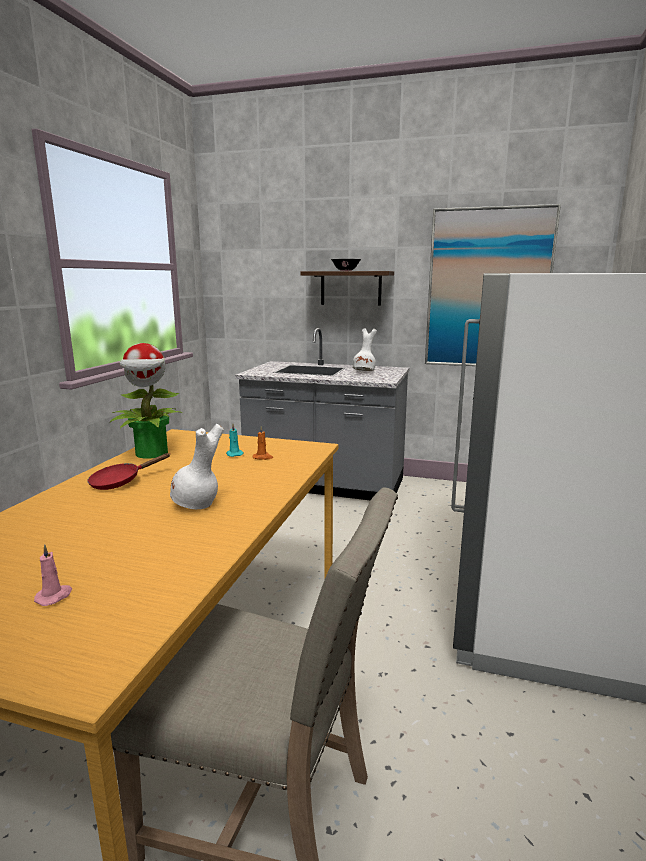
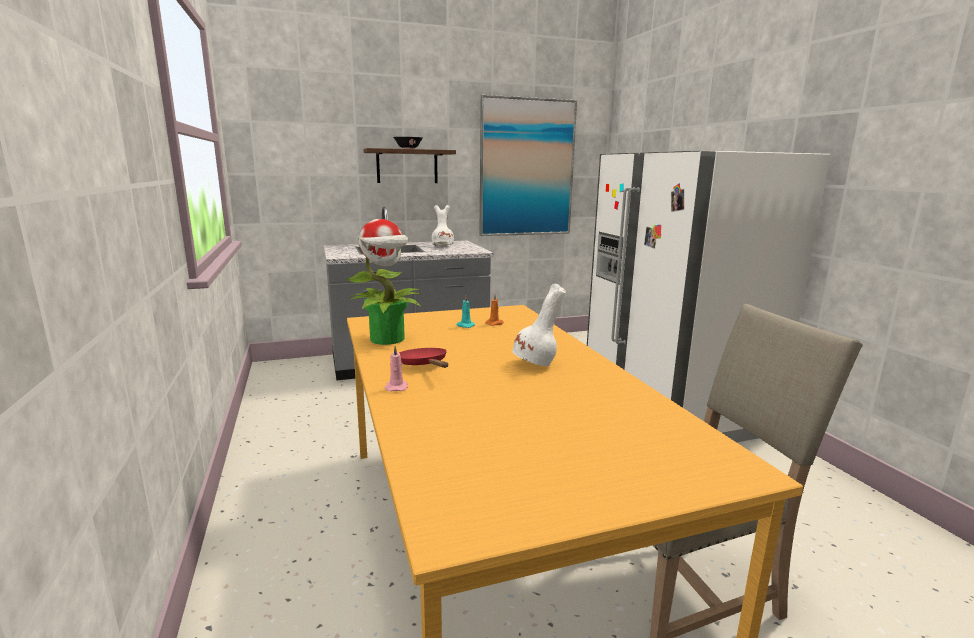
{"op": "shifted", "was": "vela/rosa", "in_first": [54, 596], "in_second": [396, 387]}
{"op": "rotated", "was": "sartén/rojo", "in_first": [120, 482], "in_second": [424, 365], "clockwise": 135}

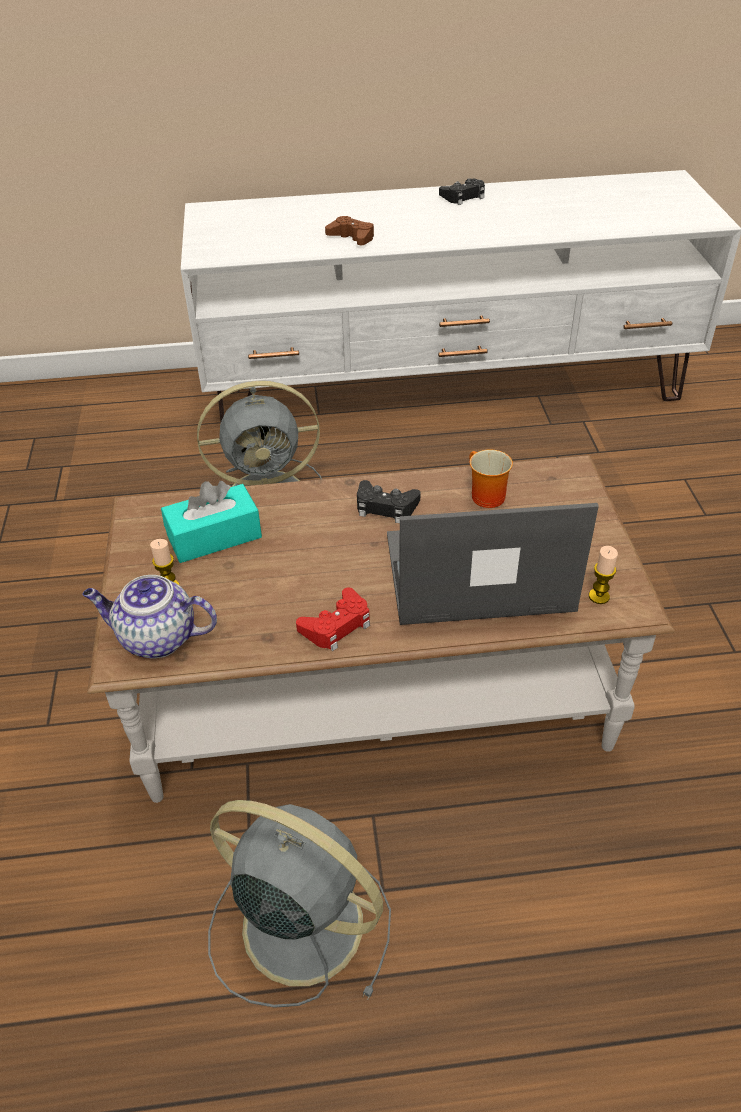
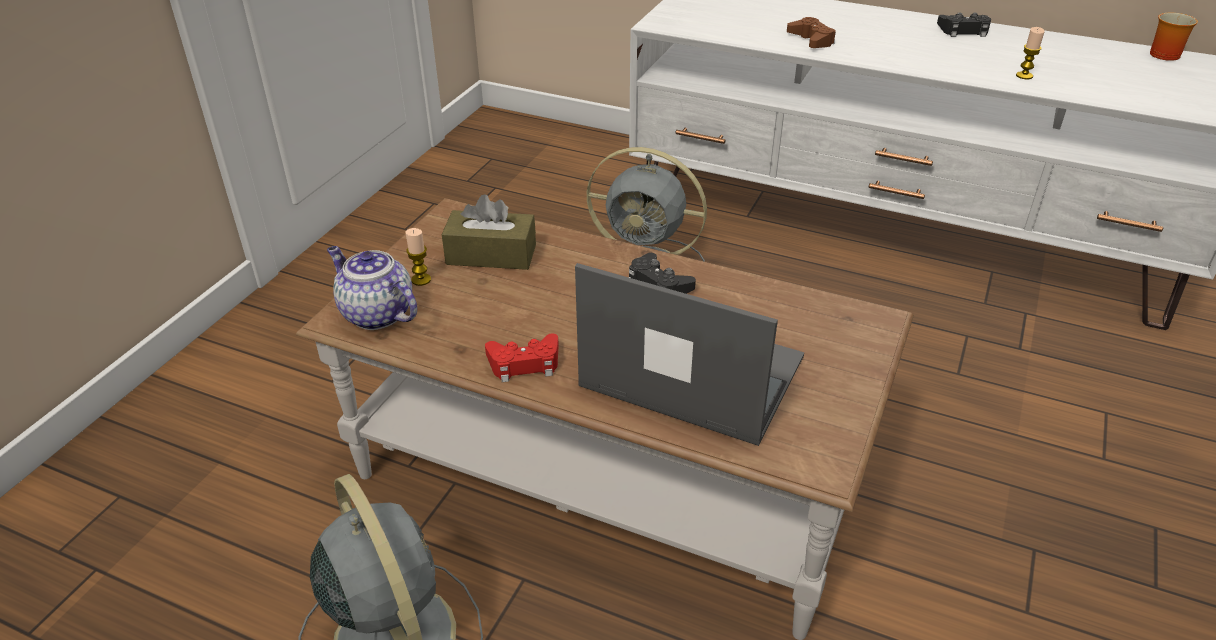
{"op": "shifted", "was": "taza grande", "in_first": [483, 496], "in_second": [1160, 53]}
{"op": "shifted", "was": "vela", "in_first": [599, 596], "in_second": [1024, 76]}
{"op": "repainted", "was": "caja de pañuelos/turquesa", "now": "caja de pañuelos/marrón", "in_first": [214, 536], "in_second": [491, 255]}

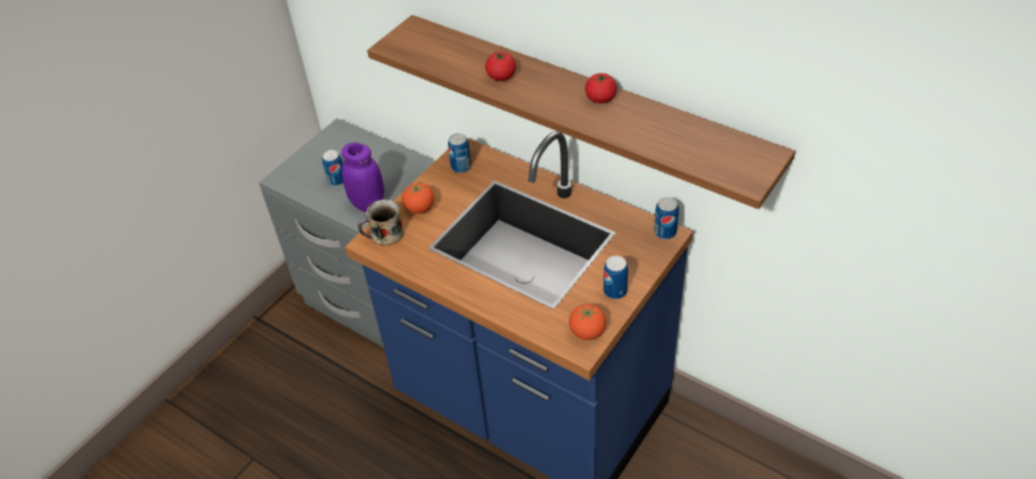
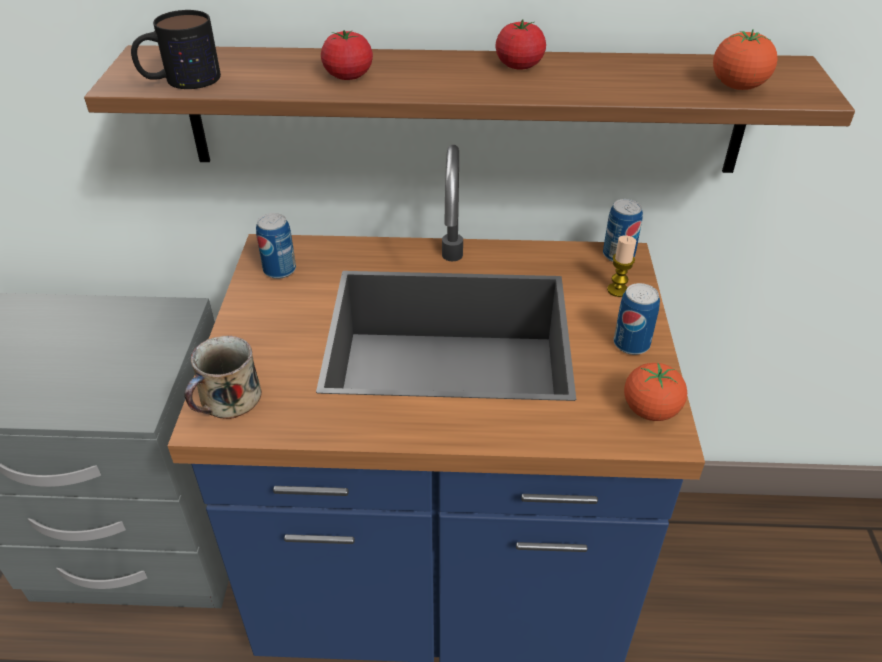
{"op": "gone", "was": "lata", "in_first": [337, 180]}
{"op": "gone", "was": "tarro/morado", "in_first": [368, 204]}
{"op": "new", "now": "taza grande", "in_second": [180, 80]}
{"op": "new", "now": "vela", "in_second": [617, 290]}
{"op": "shifted", "was": "tomate", "in_first": [419, 209], "in_second": [737, 87]}

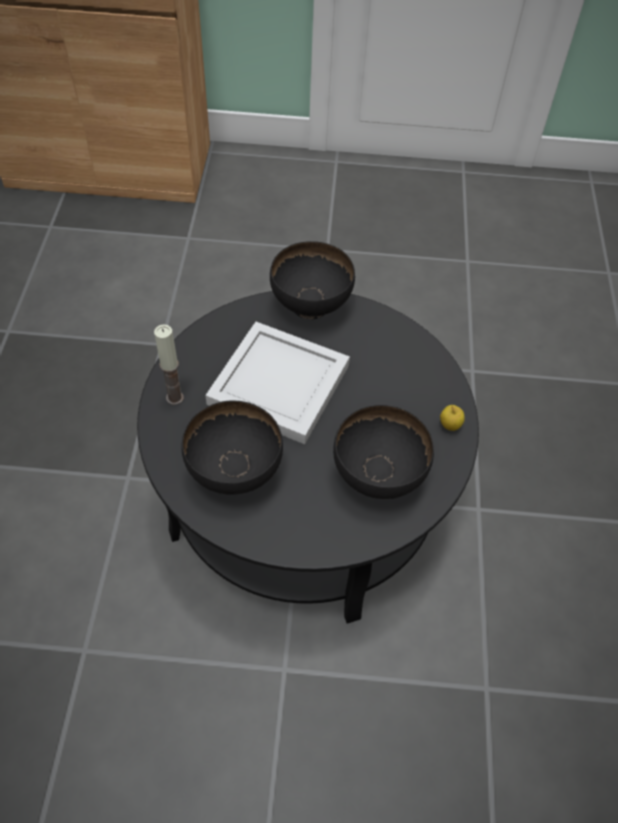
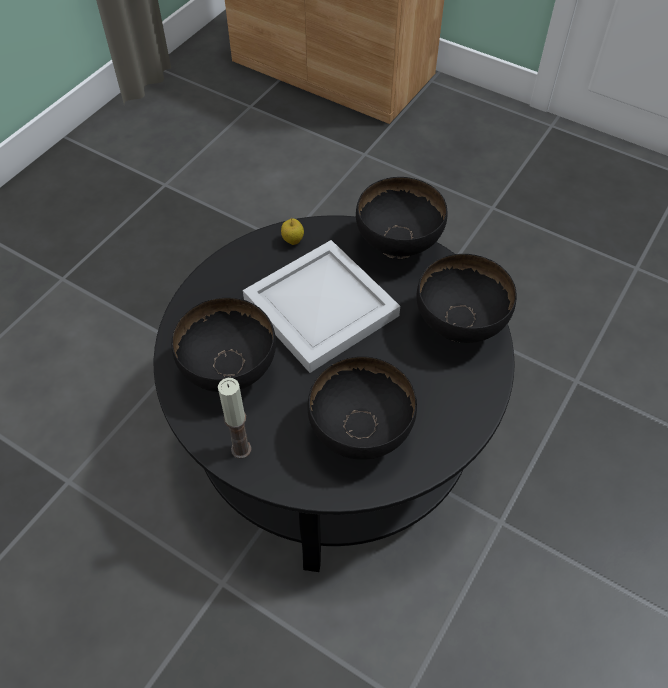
{"op": "new", "now": "cuenco/negro", "in_second": [459, 327]}
{"op": "shifted", "was": "vela", "in_first": [174, 398], "in_second": [241, 449]}
{"op": "shifted", "was": "manzana", "in_first": [449, 426], "in_second": [292, 241]}

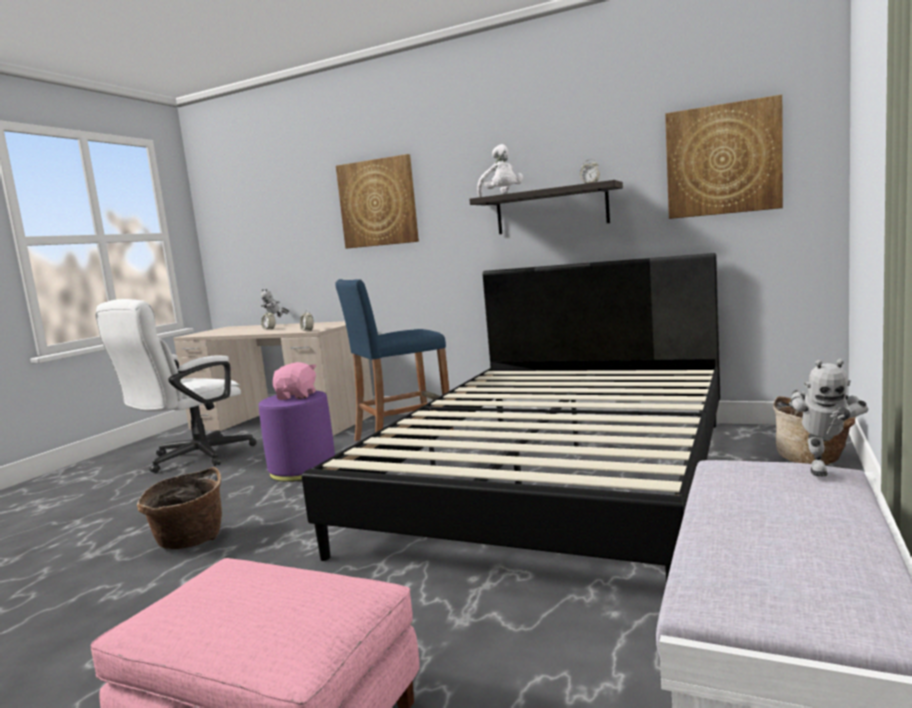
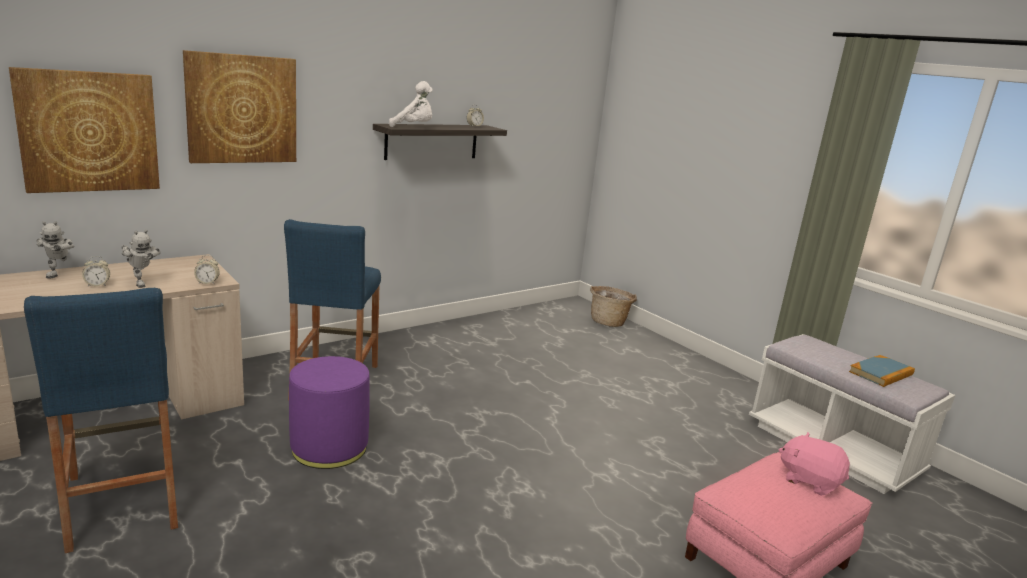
{"op": "gone", "was": "cesta", "in_first": [189, 542]}
{"op": "gone", "was": "cama/negro", "in_first": [557, 479]}
{"op": "new", "now": "libro", "in_second": [881, 373]}
{"op": "shifted", "was": "peluche/rosa", "in_first": [297, 396], "in_second": [810, 480]}
{"op": "shifted", "was": "cuadro", "in_first": [723, 160], "in_second": [89, 131]}
{"op": "shifted", "was": "robot de juguete", "in_first": [822, 467], "in_second": [141, 283]}
{"op": "swapped", "was": "silla de oficina/blanco", "now": "taburete/azul", "in_first": [191, 459], "in_second": [122, 501]}

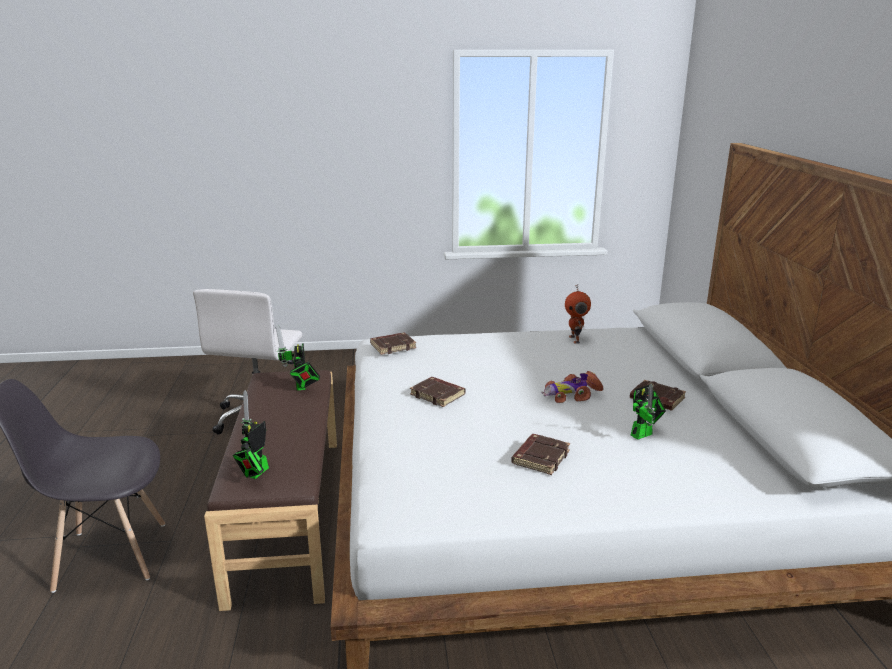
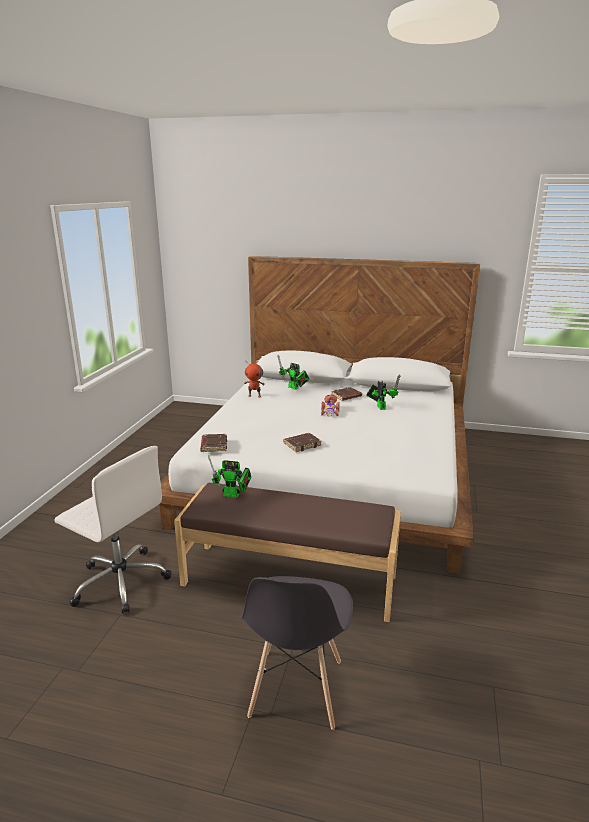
{"op": "gone", "was": "libro/marrón", "in_first": [540, 457]}
{"op": "shifted", "was": "robot de juguete", "in_first": [255, 474], "in_second": [294, 388]}

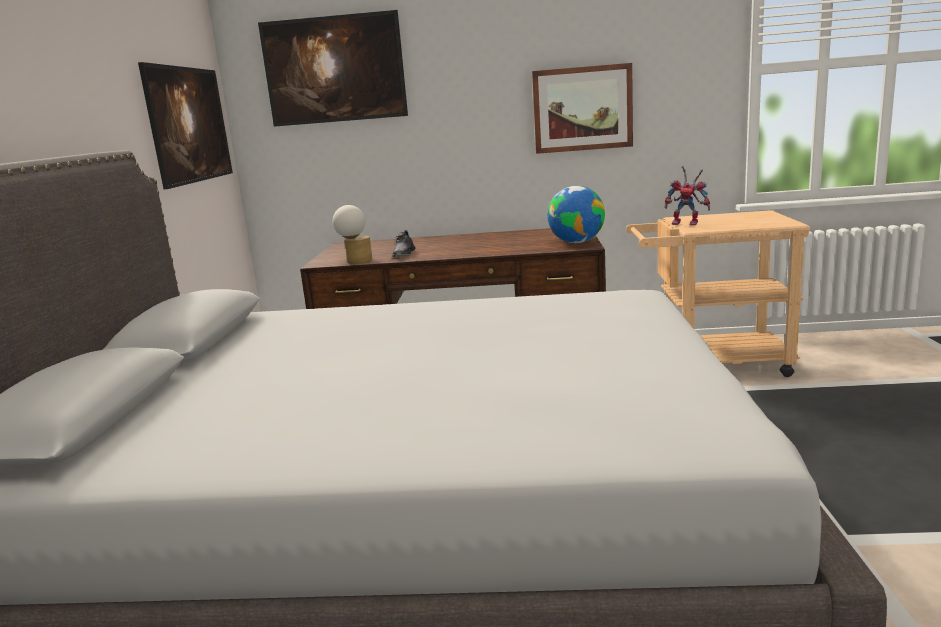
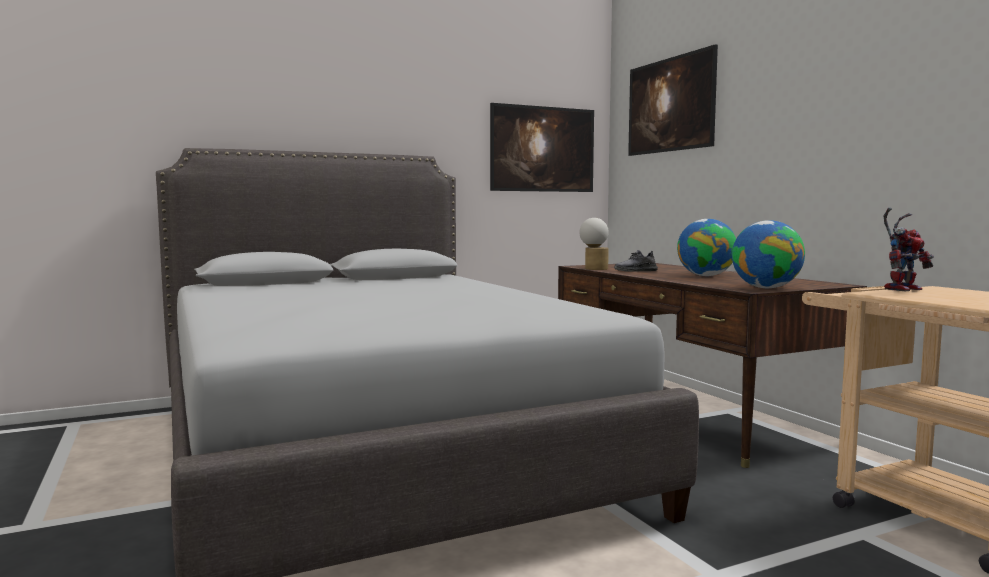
{"op": "gone", "was": "cuadro", "in_first": [582, 109]}
{"op": "new", "now": "globo terráqueo", "in_second": [706, 276]}
{"op": "rotated", "was": "robot de juguete", "in_first": [688, 223], "in_second": [901, 289], "clockwise": -120}

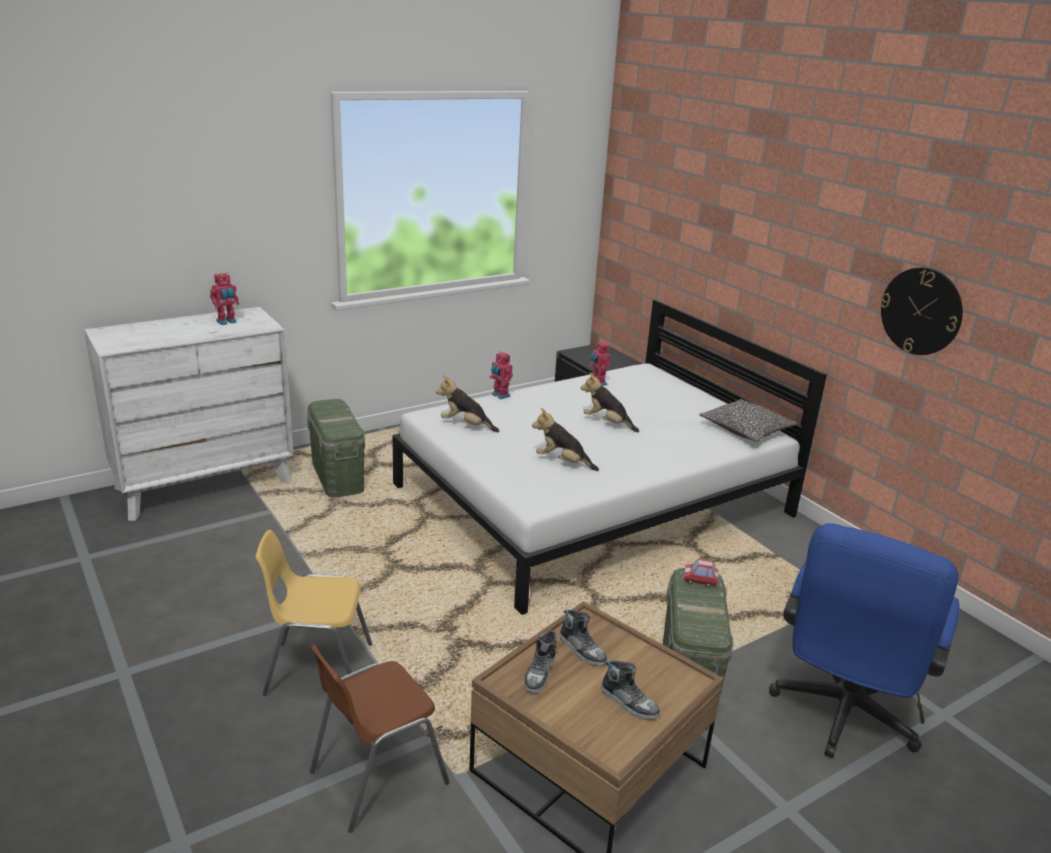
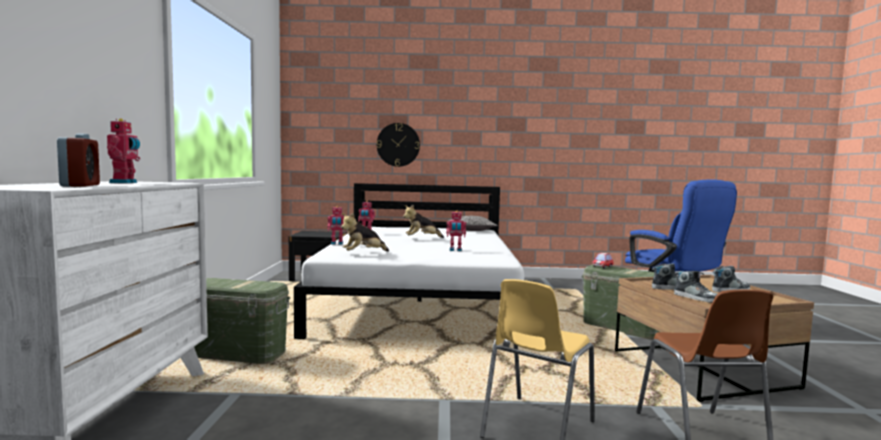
{"op": "new", "now": "despertador", "in_second": [80, 185]}
{"op": "shifted", "was": "reloj de pared", "in_first": [921, 311], "in_second": [398, 144]}
{"op": "swapped", "was": "peluche", "now": "robot de juguete", "in_first": [562, 462], "in_second": [455, 250]}

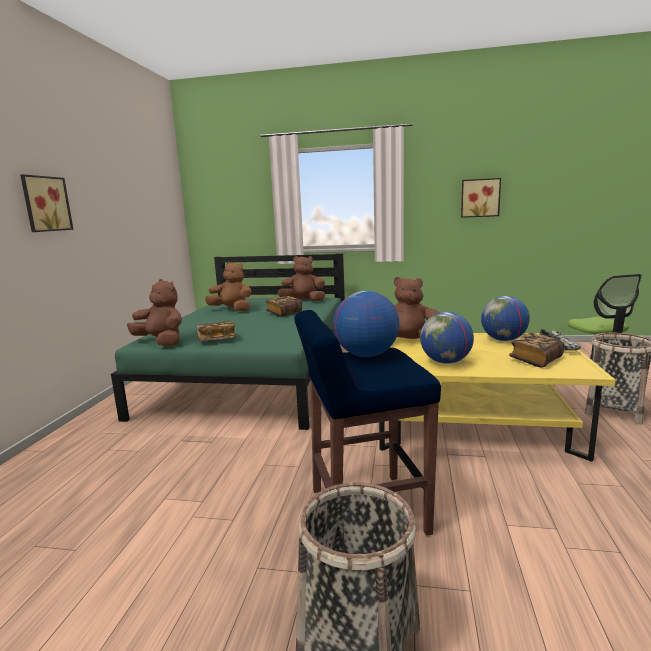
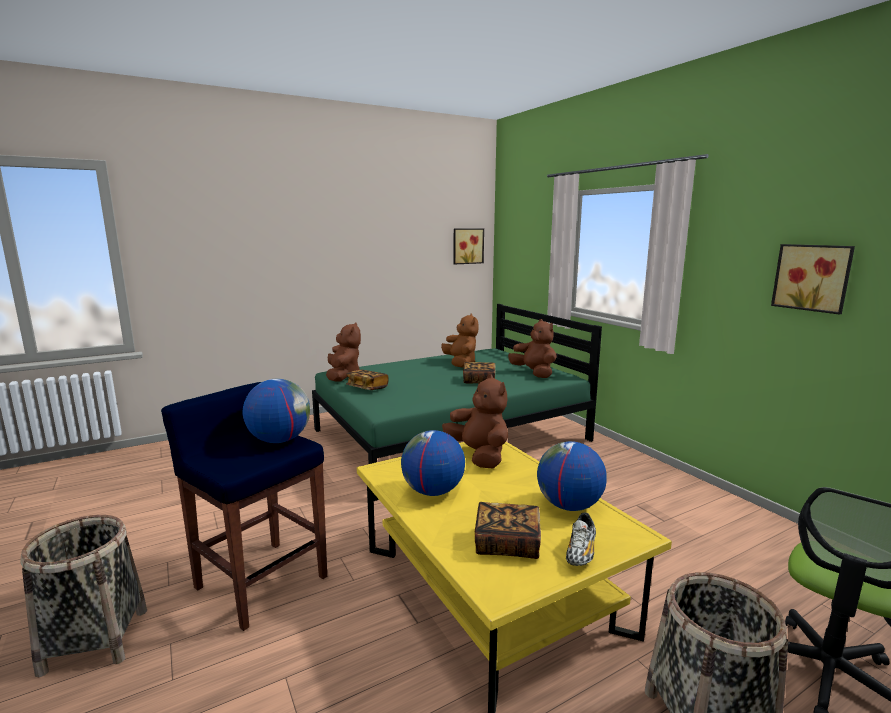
{"op": "shifted", "was": "cuadro", "in_first": [45, 204], "in_second": [467, 246]}

